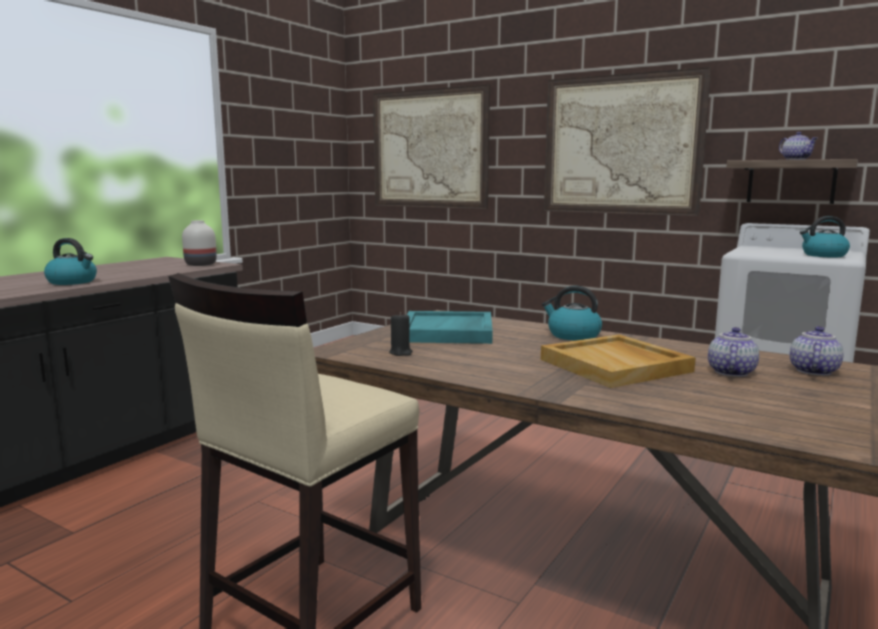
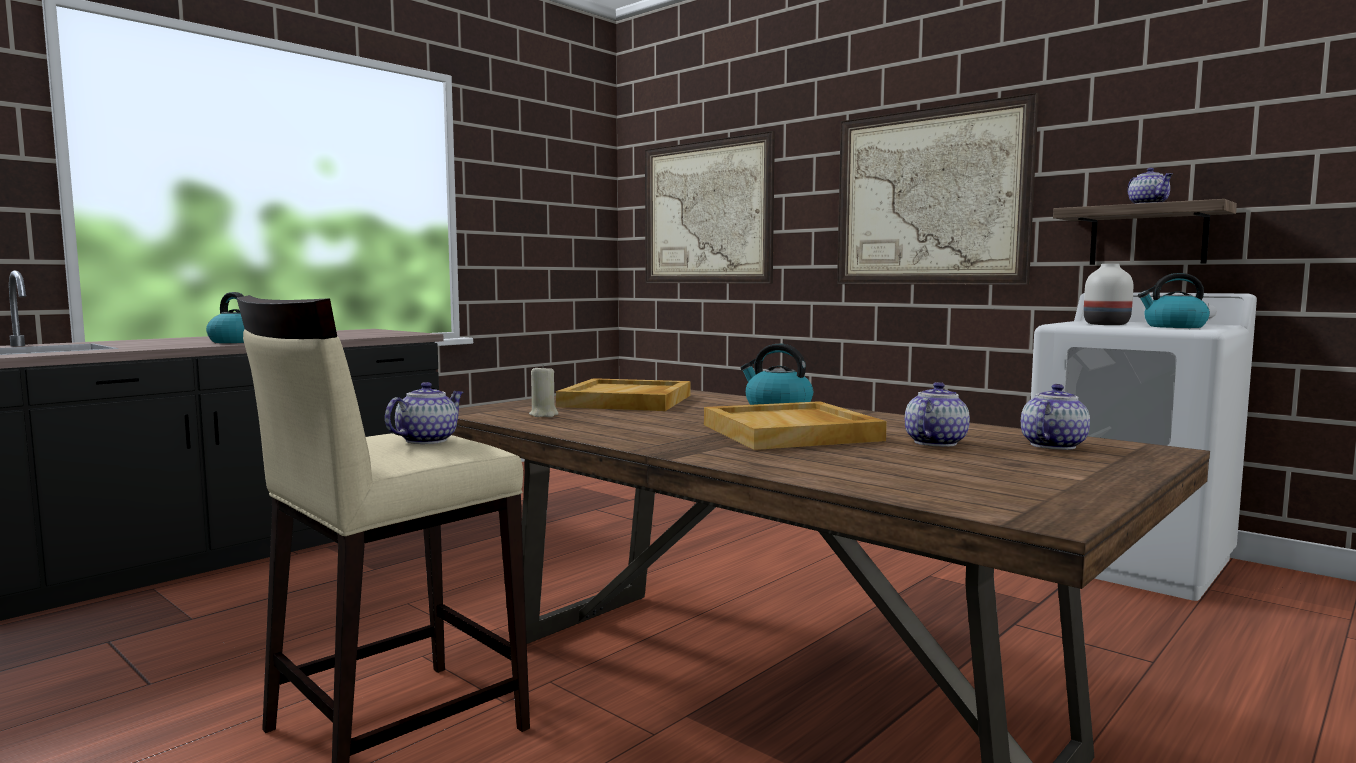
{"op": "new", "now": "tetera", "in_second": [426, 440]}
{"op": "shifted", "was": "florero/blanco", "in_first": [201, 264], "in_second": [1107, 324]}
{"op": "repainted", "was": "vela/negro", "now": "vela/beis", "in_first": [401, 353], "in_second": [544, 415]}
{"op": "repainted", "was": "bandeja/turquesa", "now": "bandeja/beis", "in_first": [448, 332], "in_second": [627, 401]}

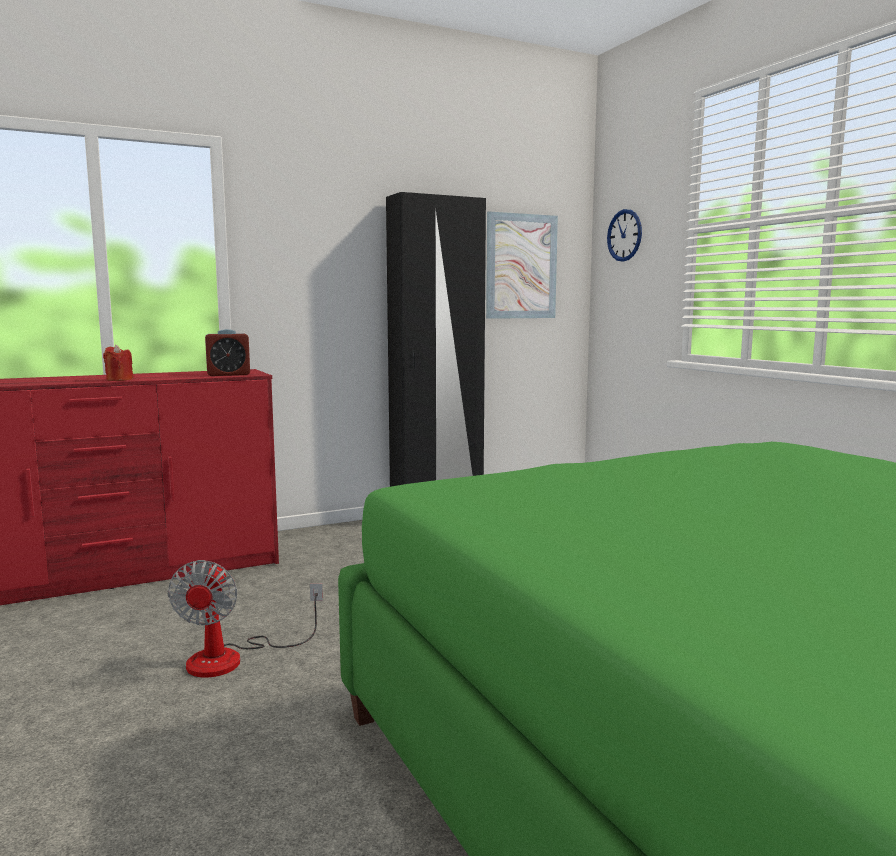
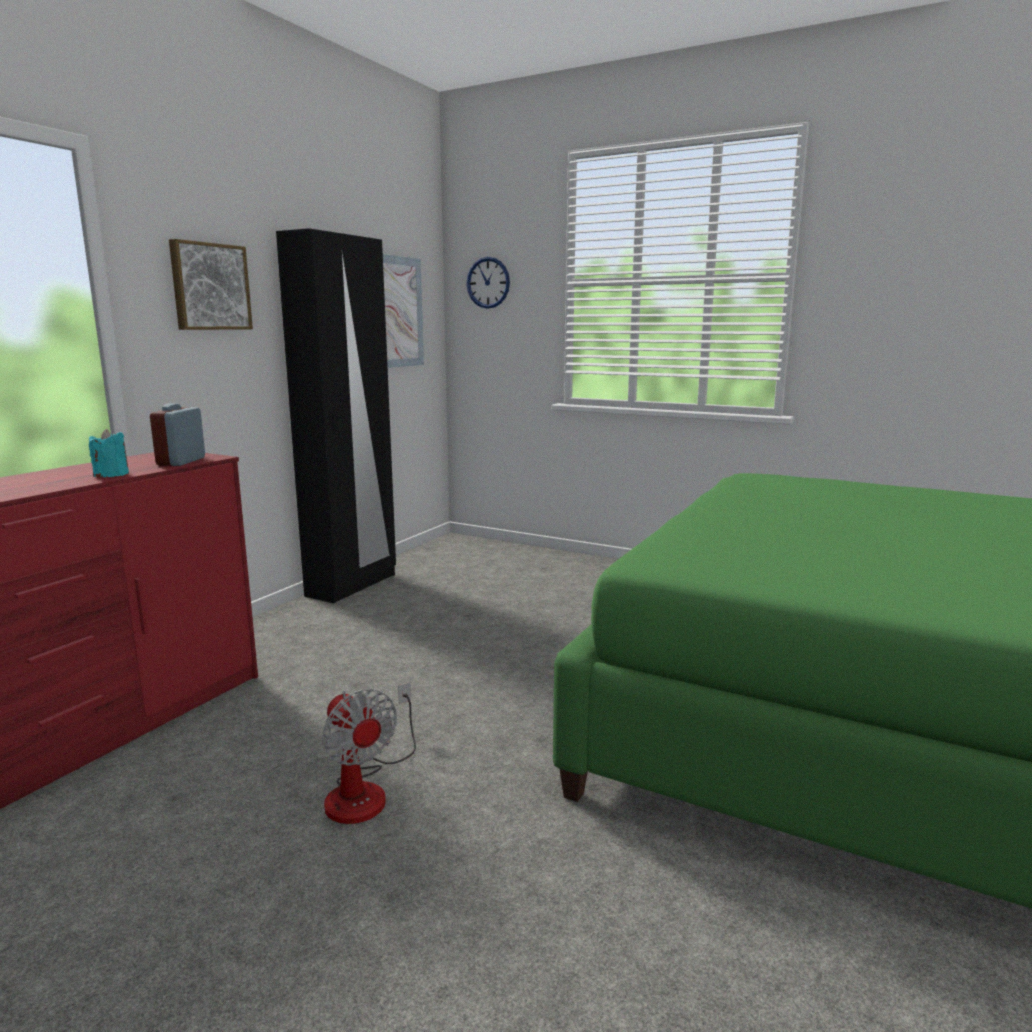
{"op": "gone", "was": "vela/rojo", "in_first": [119, 379]}
{"op": "new", "now": "vela/turquesa", "in_second": [111, 475]}
{"op": "new", "now": "cuadro", "in_second": [209, 287]}
{"op": "rotated", "was": "despertador", "in_first": [228, 374], "in_second": [181, 461], "clockwise": 150}

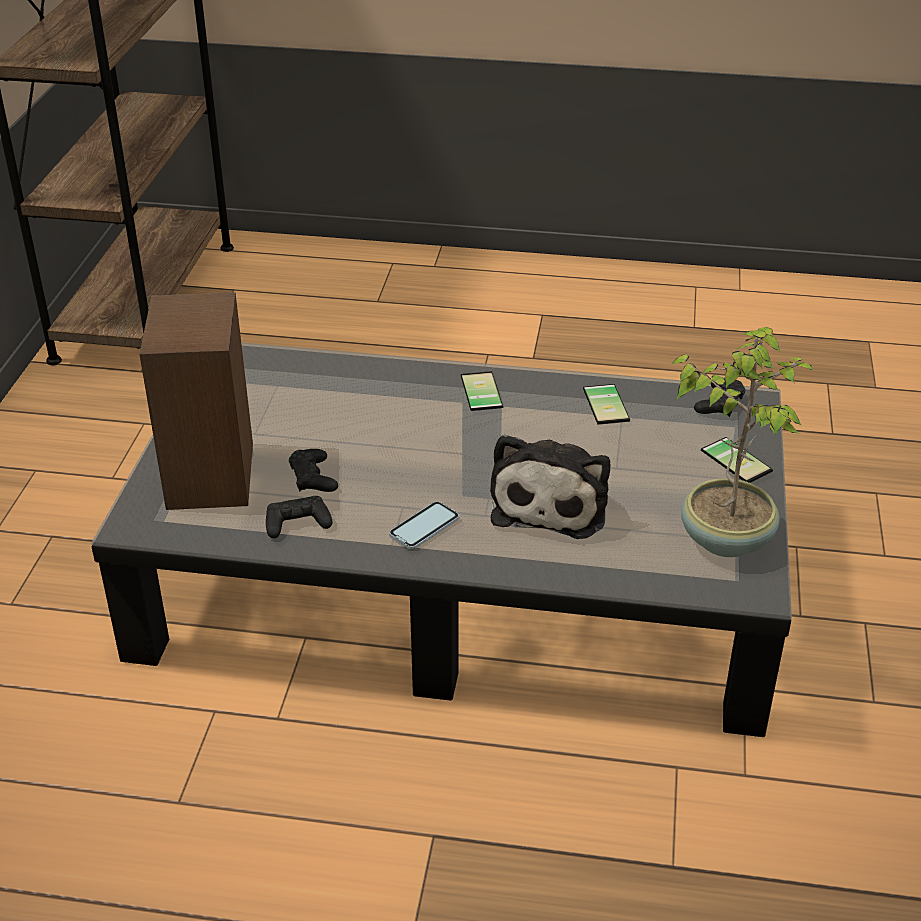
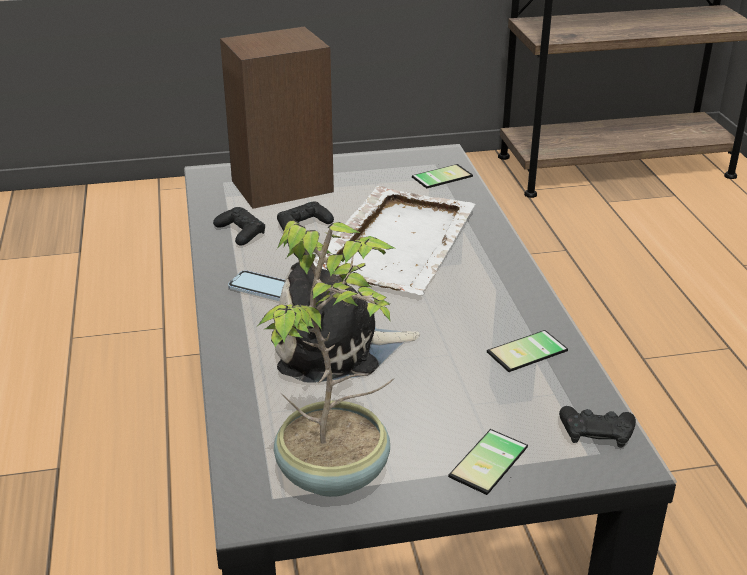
{"op": "new", "now": "bandeja/blanco", "in_second": [398, 243]}
{"op": "shifted", "was": "móvil", "in_first": [478, 392], "in_second": [440, 175]}

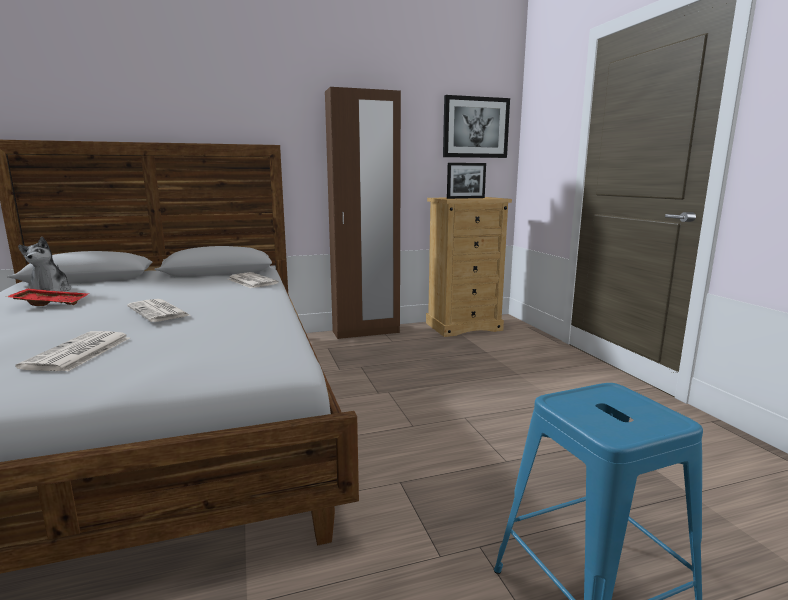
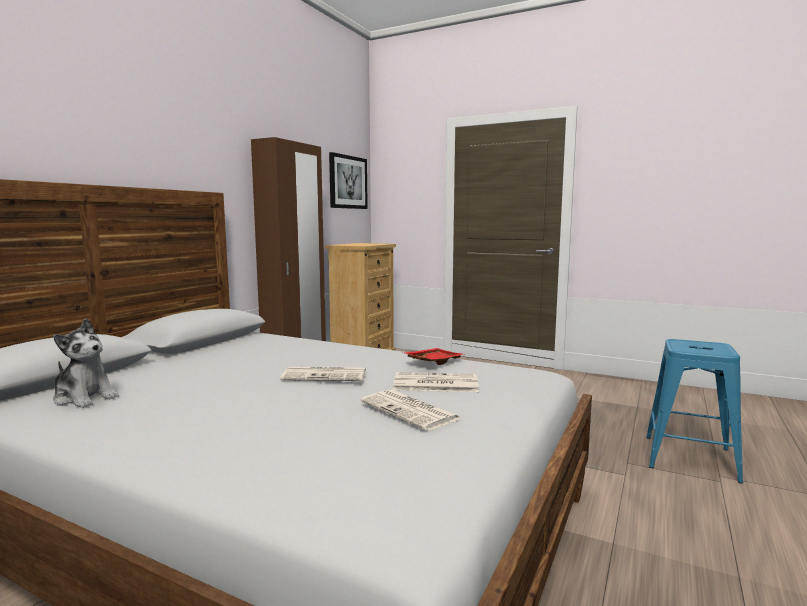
{"op": "gone", "was": "portarretratos", "in_first": [465, 198]}
{"op": "shifted", "was": "bandeja/rojo", "in_first": [51, 303], "in_second": [433, 362]}
{"op": "shifted", "was": "periódico", "in_first": [251, 281], "in_second": [434, 384]}

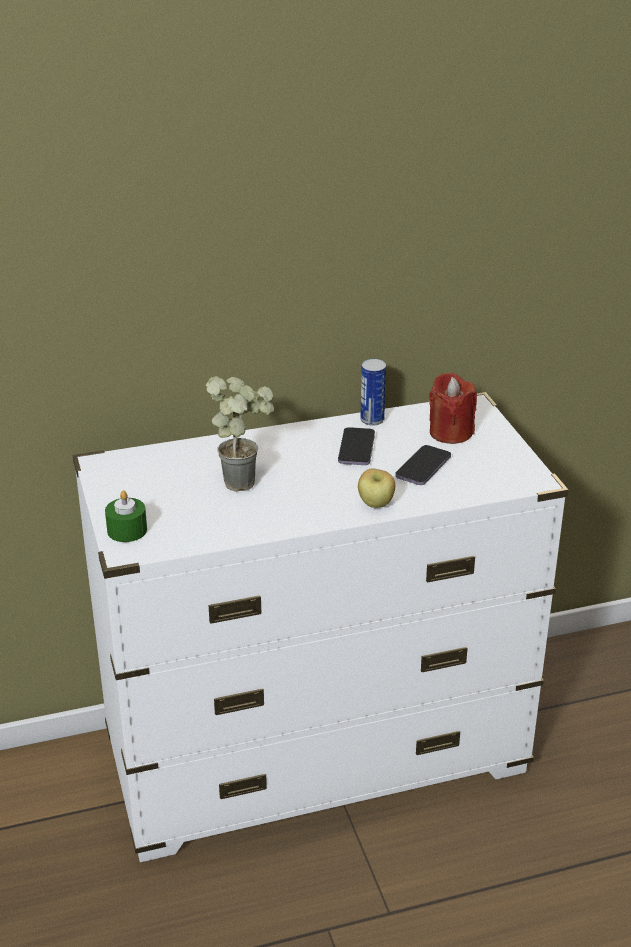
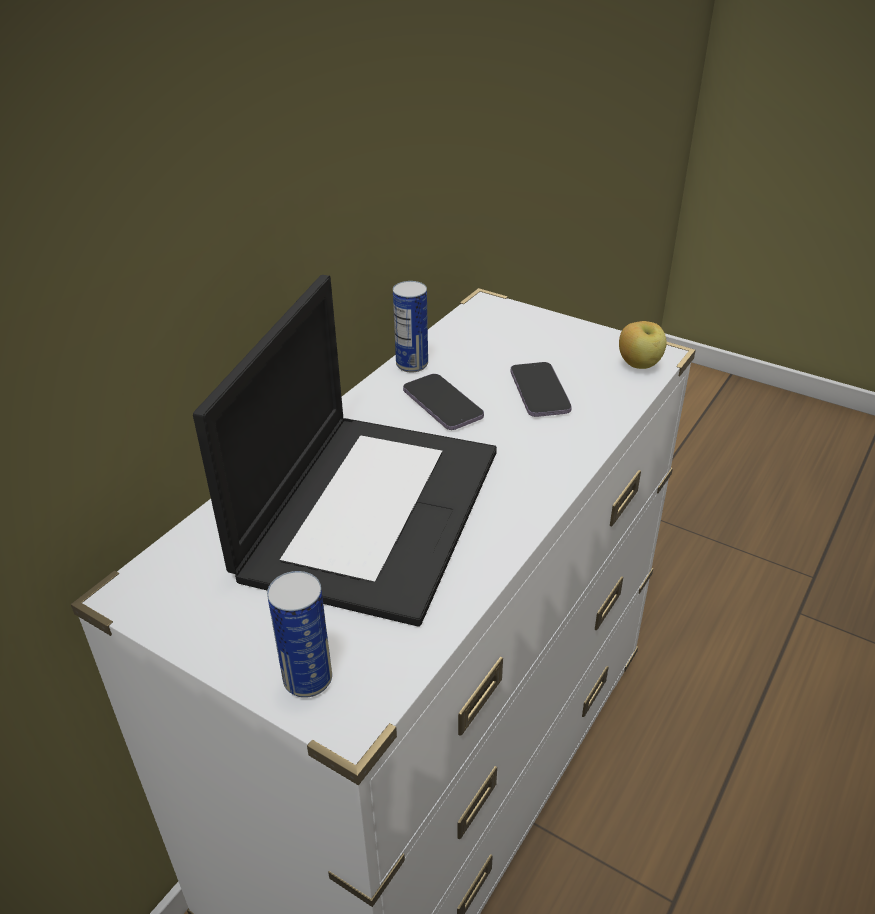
{"op": "gone", "was": "vela/rojo", "in_first": [450, 432]}
{"op": "shifted", "was": "manzana", "in_first": [376, 504], "in_second": [639, 365]}
{"op": "swapped", "was": "vela/verde", "now": "lata", "in_first": [127, 530], "in_second": [308, 679]}
{"op": "swapped", "was": "planta en maceta", "now": "portátil", "in_first": [245, 480], "in_second": [370, 509]}

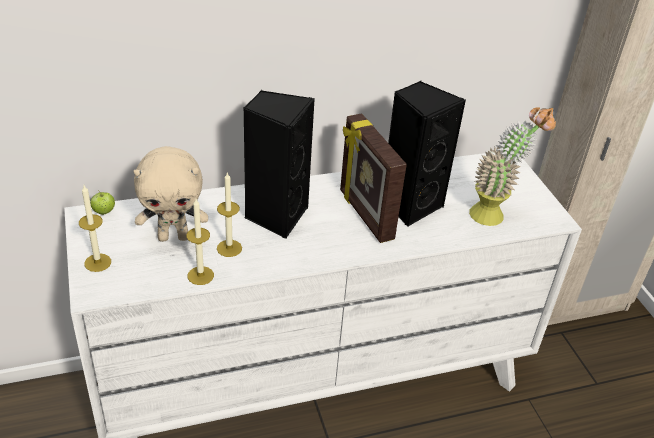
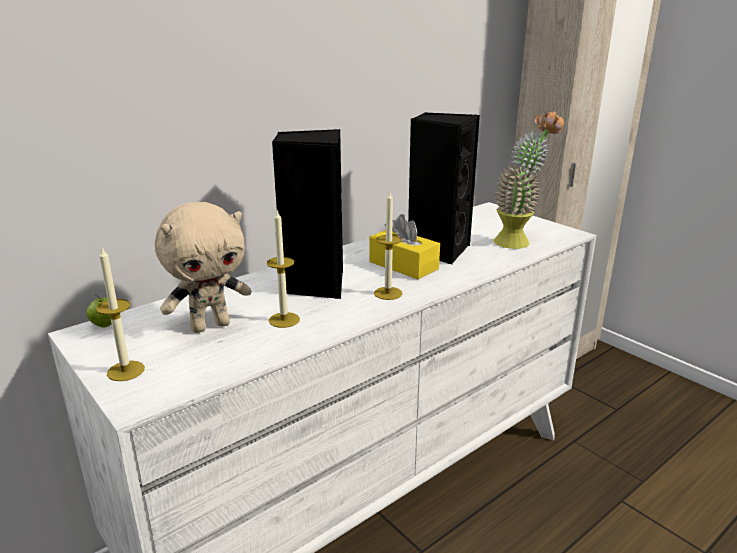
{"op": "shifted", "was": "vela", "in_first": [200, 275], "in_second": [388, 293]}
{"op": "swapped", "was": "portarretratos", "now": "caja de pañuelos/amarillo", "in_first": [364, 215], "in_second": [403, 265]}

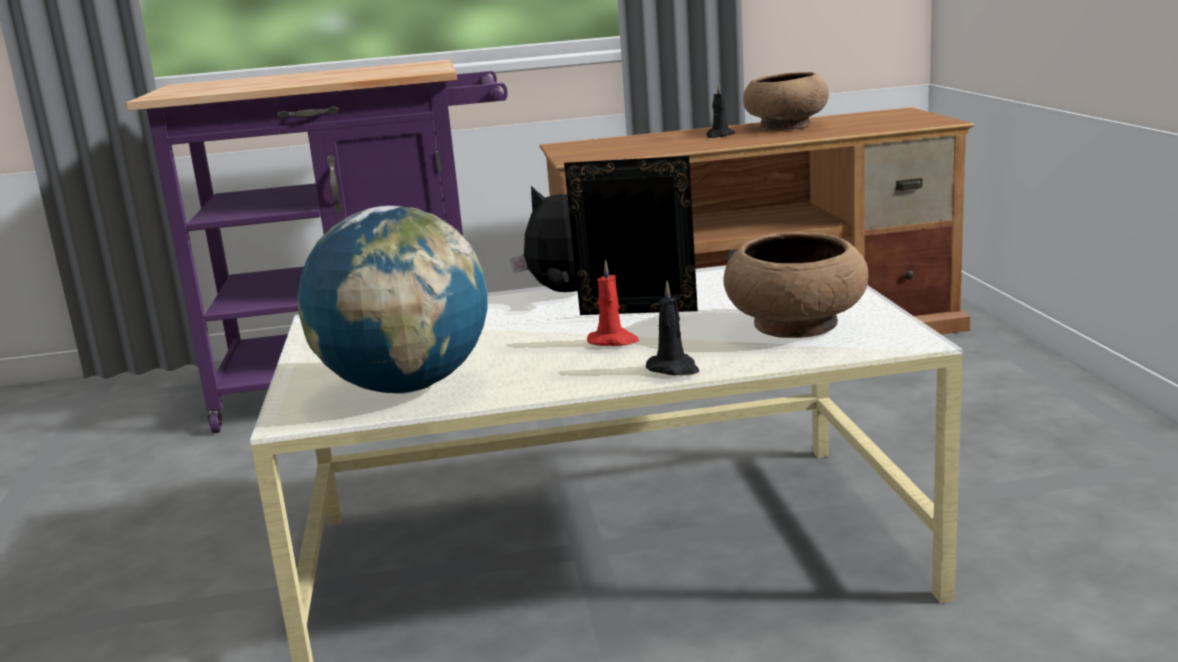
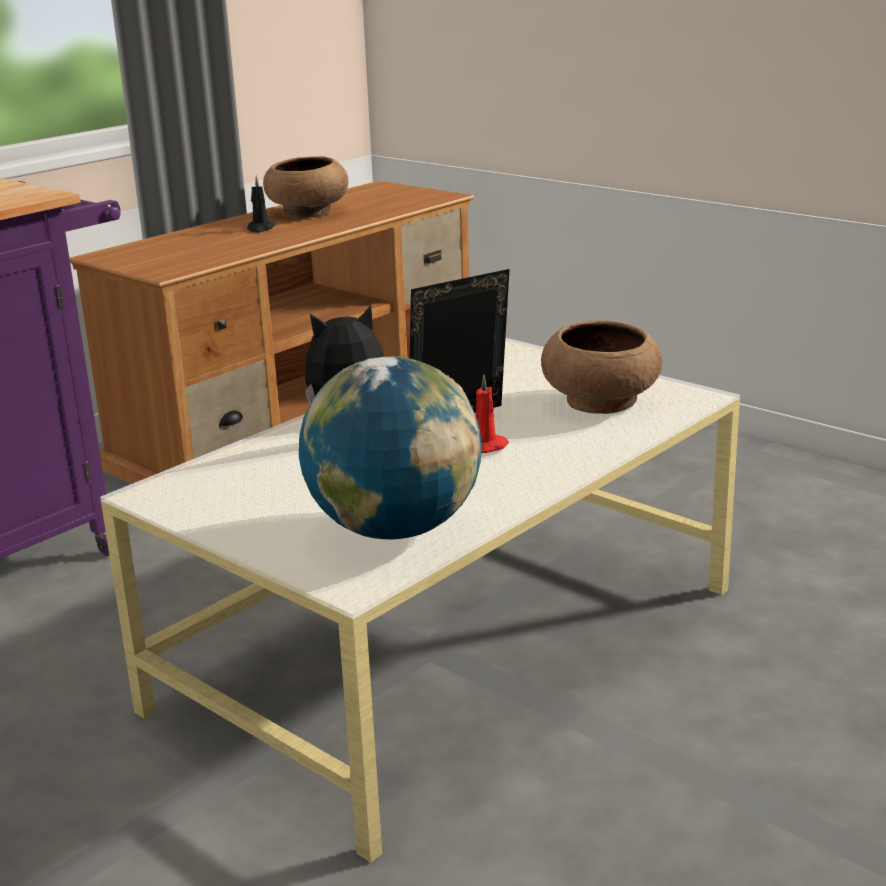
{"op": "gone", "was": "vela/negro", "in_first": [674, 369]}

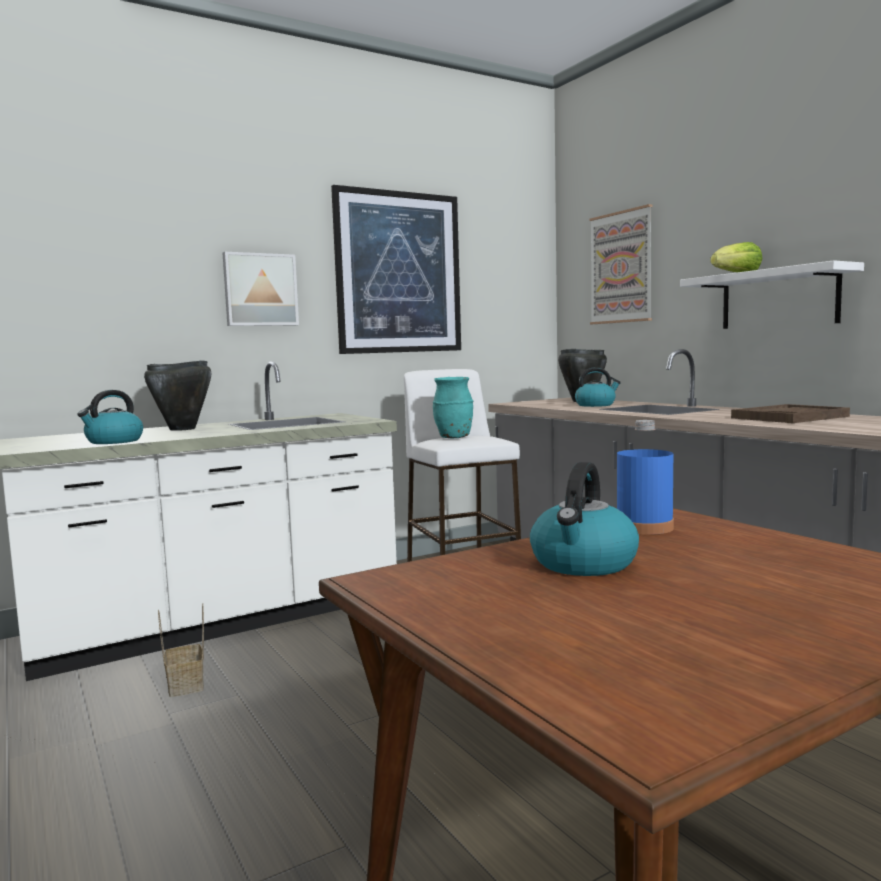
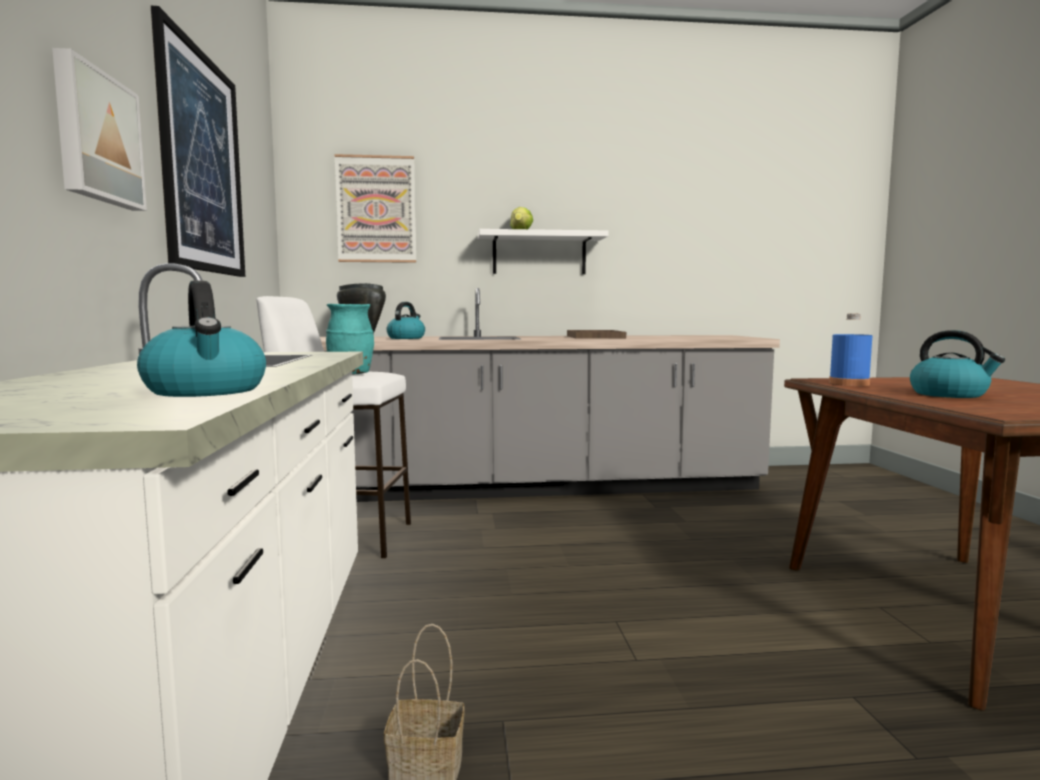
{"op": "gone", "was": "olla/negro", "in_first": [182, 429]}

